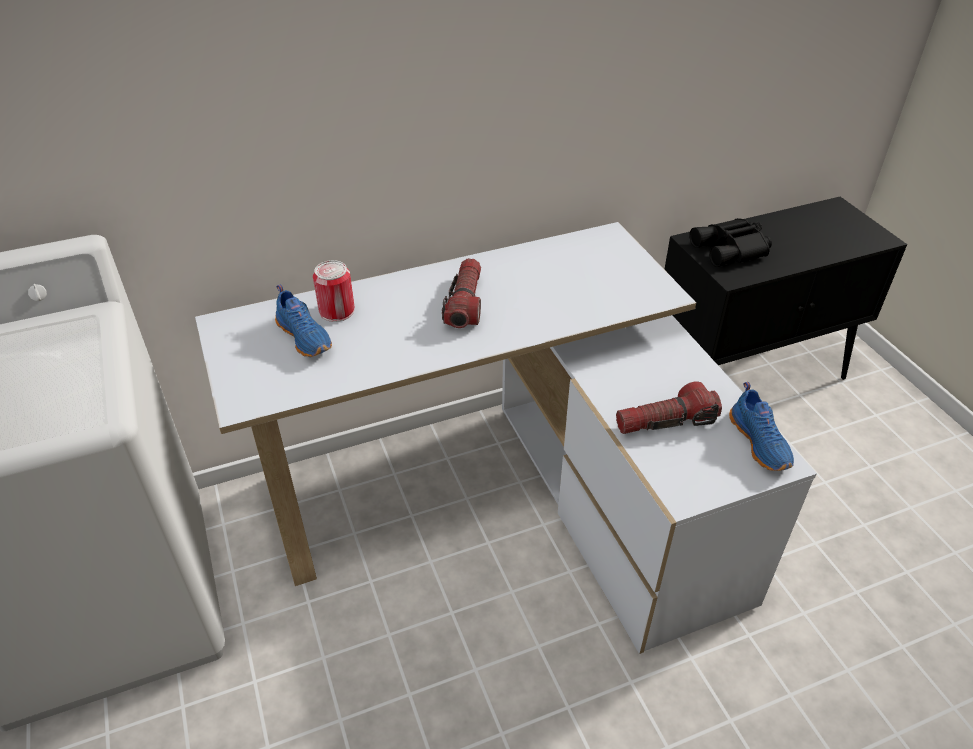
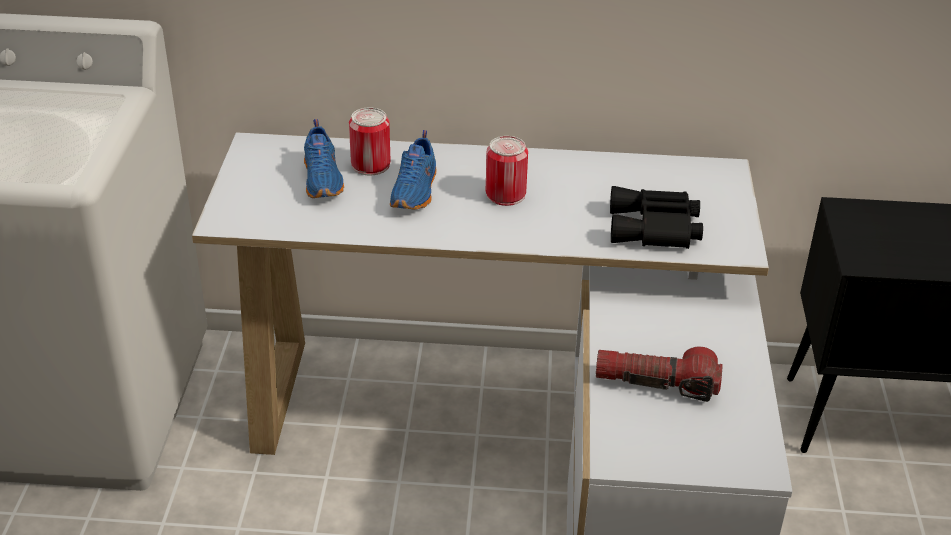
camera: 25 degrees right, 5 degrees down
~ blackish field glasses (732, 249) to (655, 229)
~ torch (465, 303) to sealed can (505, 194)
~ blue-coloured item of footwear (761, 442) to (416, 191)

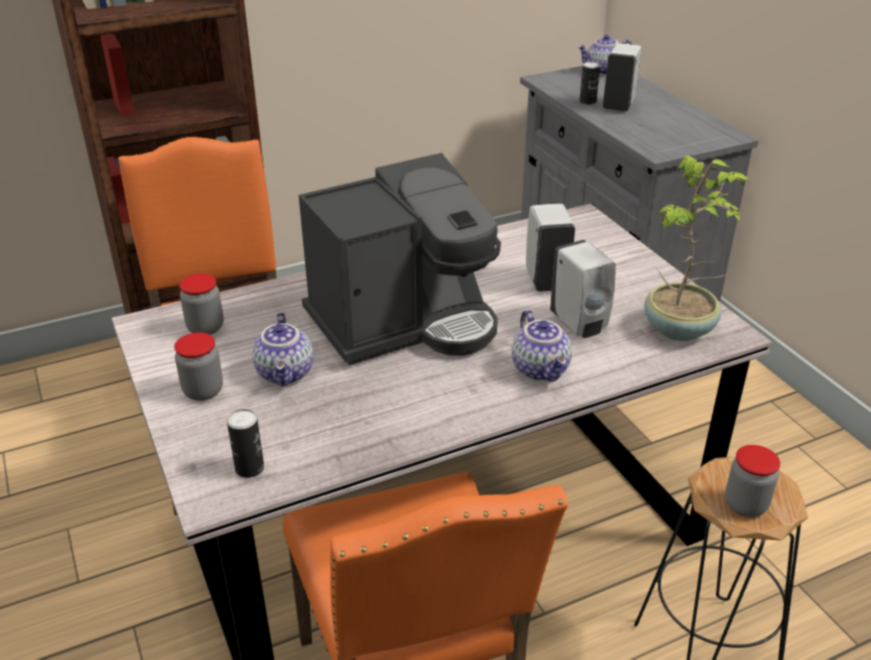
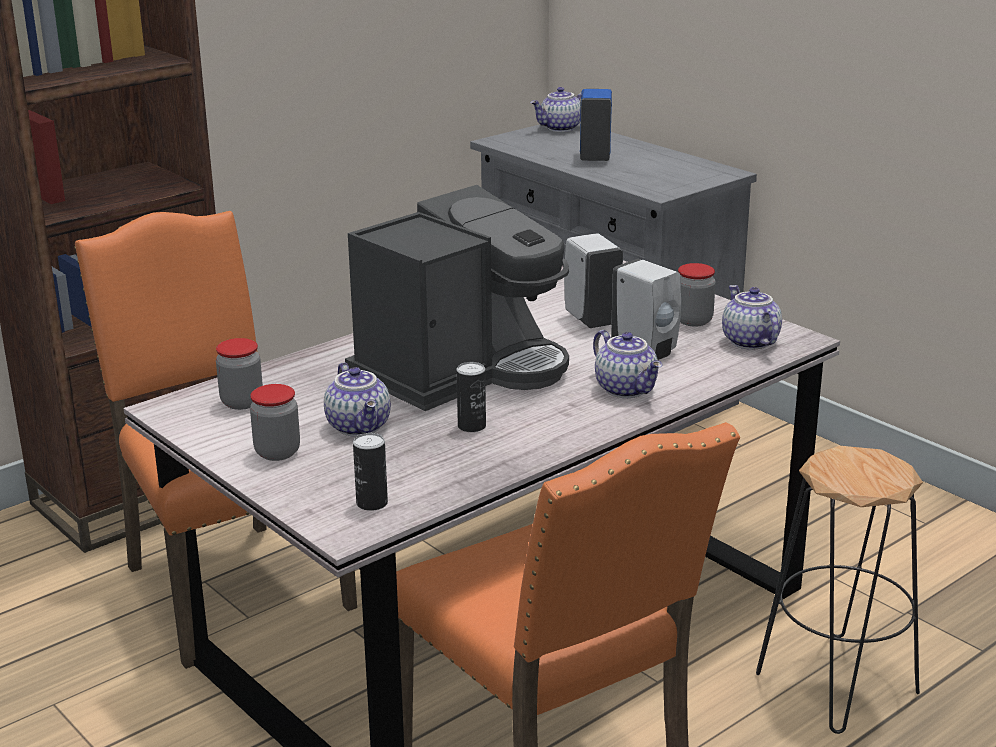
camera: 15 degrees left, 10 degrees down
~ white-coloured soap bottle (618, 105) to blue-coloured soap bottle (595, 157)
~ sealed can (587, 102) to (471, 426)
~ plant in a pot (680, 329) to teapot (748, 342)
~ jar (745, 505) to (693, 321)

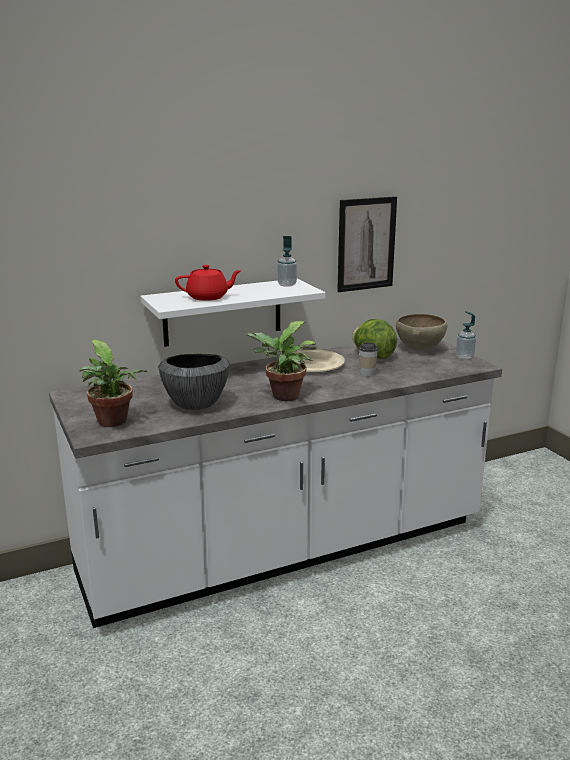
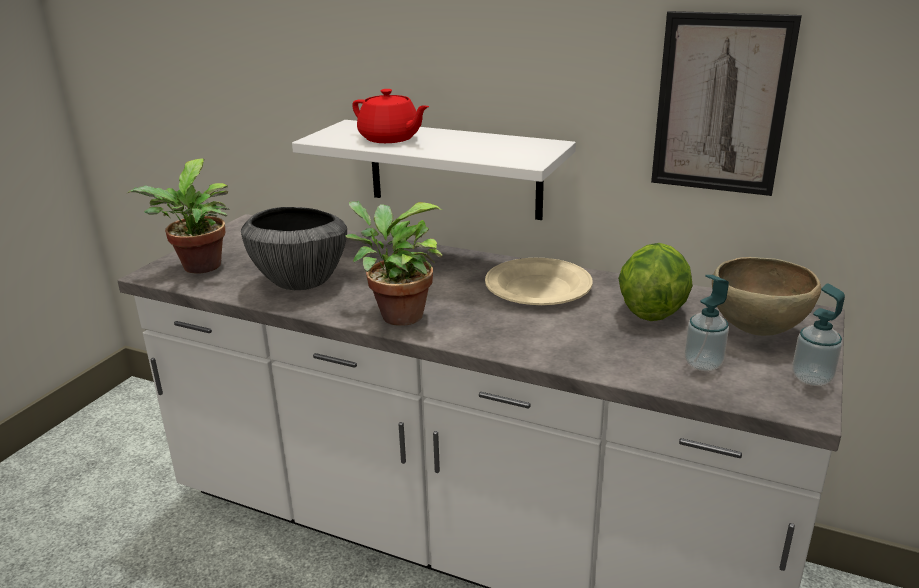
camera: 50 degrees right, 5 degrees up
~ soap bottle (287, 284) to (703, 364)
- cup (367, 374)

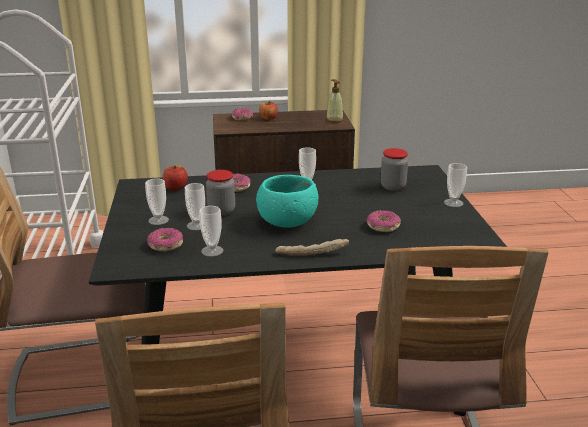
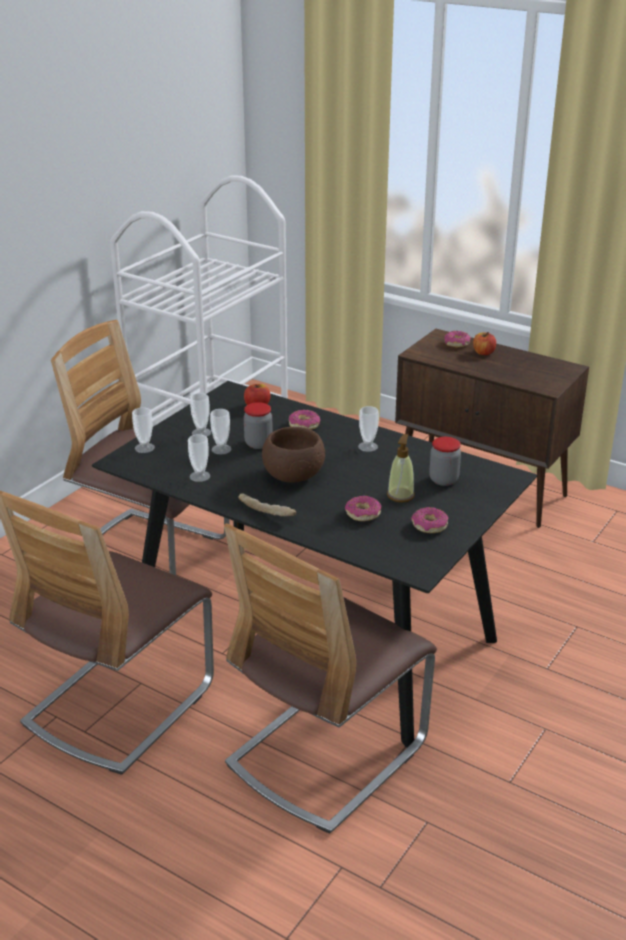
camera: 40 degrees right, 5 degrees up
~ soap bottle (334, 120) to (400, 495)
~ cup (453, 203) to (144, 448)
~ turquoise-coloured bowl (287, 221) to brownish bowl (293, 475)
~ ring doughnut (165, 245) to (429, 526)

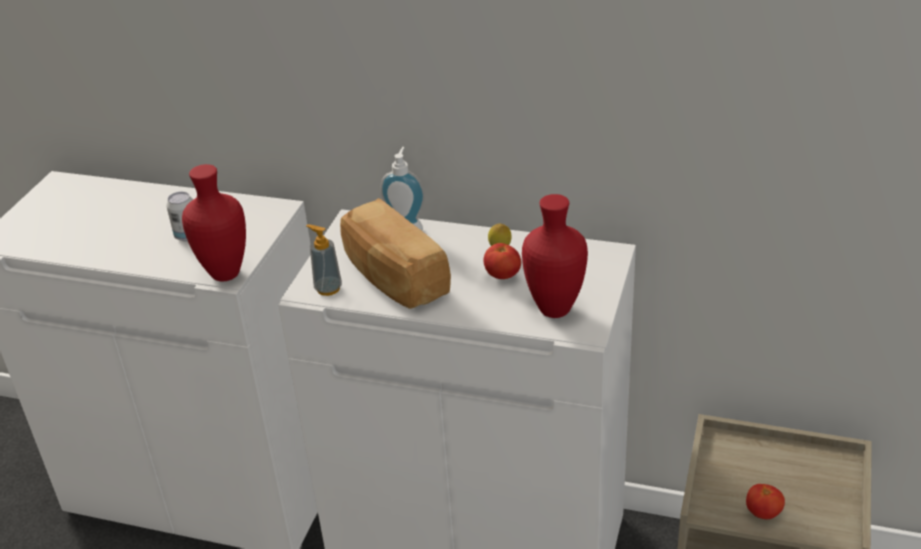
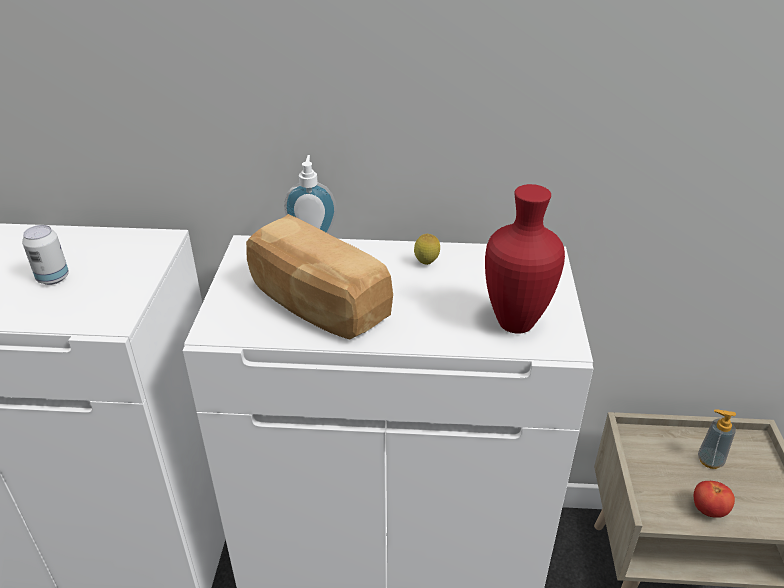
camera: 15 degrees left, 0 degrees up
- red-coloured vase (224, 273)
~ soap bottle (328, 288) to (710, 460)
- fresh tomato (502, 276)

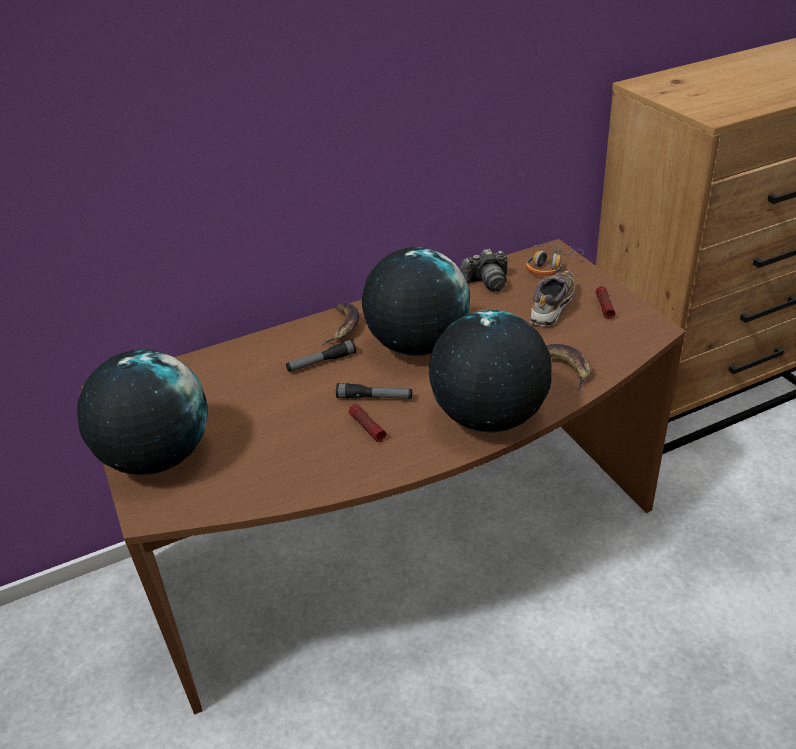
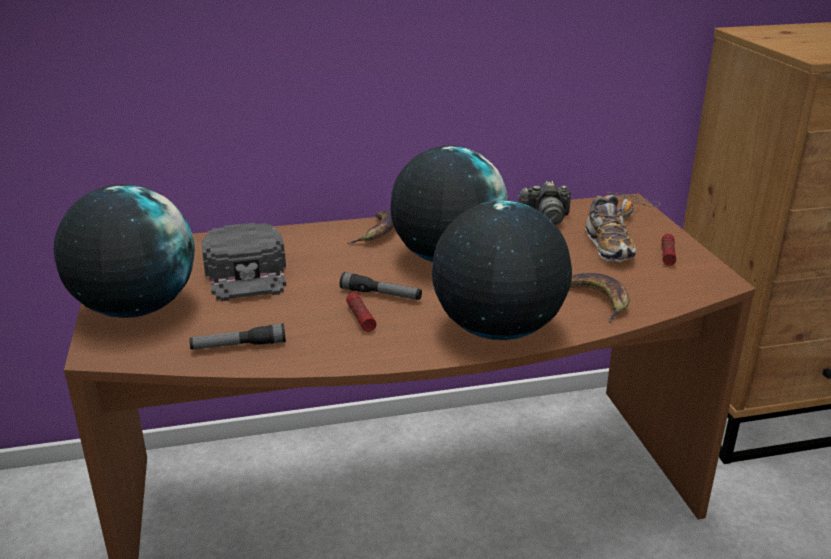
camera: 10 degrees right, 10 degrees down
~ item of footwear (552, 307) = (608, 247) 135 degrees clockwise
~ torch (321, 362) to (238, 346)
+ blackish peaked cap (247, 273)

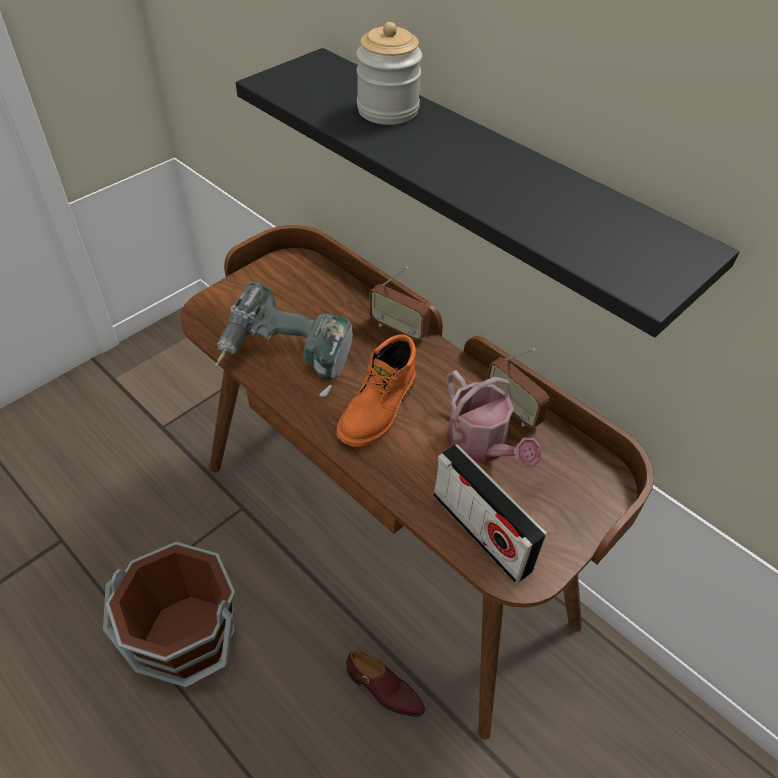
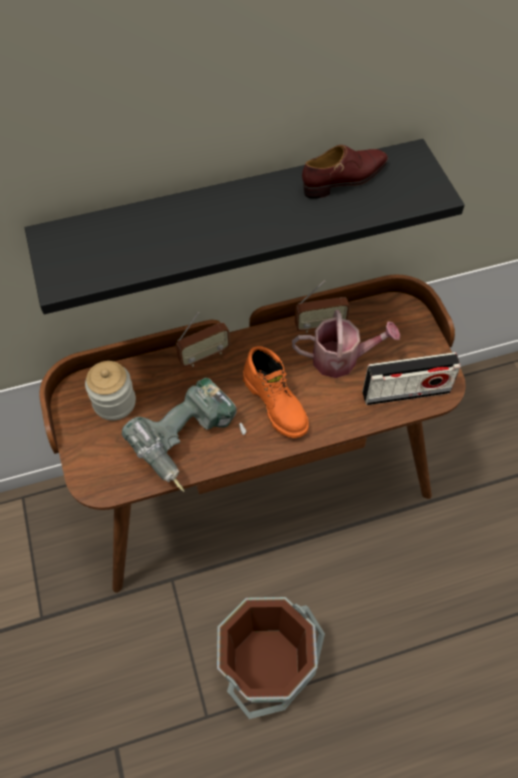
camera: 60 degrees left, 10 degrees up
~ jar (387, 110) to (114, 402)
~ brownish item of footwear (384, 690) to (345, 179)

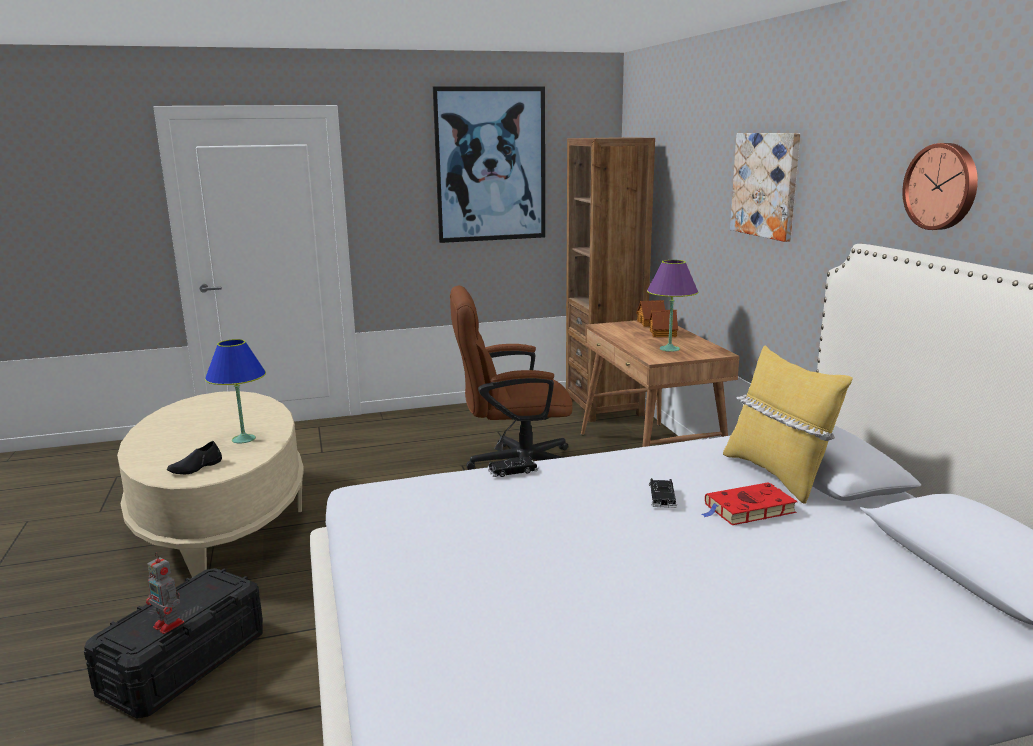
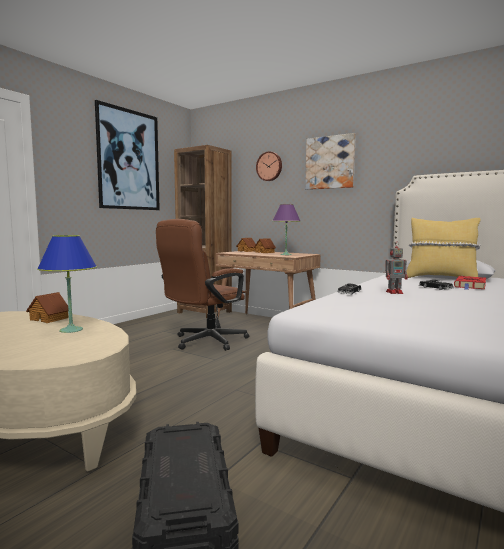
camera: 40 degrees left, 10 degrees down
~ hanging clock (942, 186) to (269, 166)
- blackish item of footwear (195, 467)
~ robot figure (169, 625) to (395, 292)
+ toy house (49, 319)

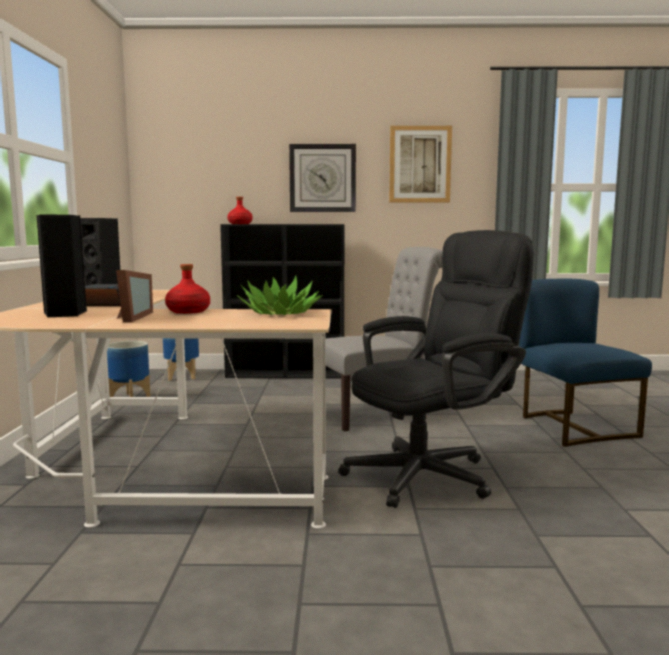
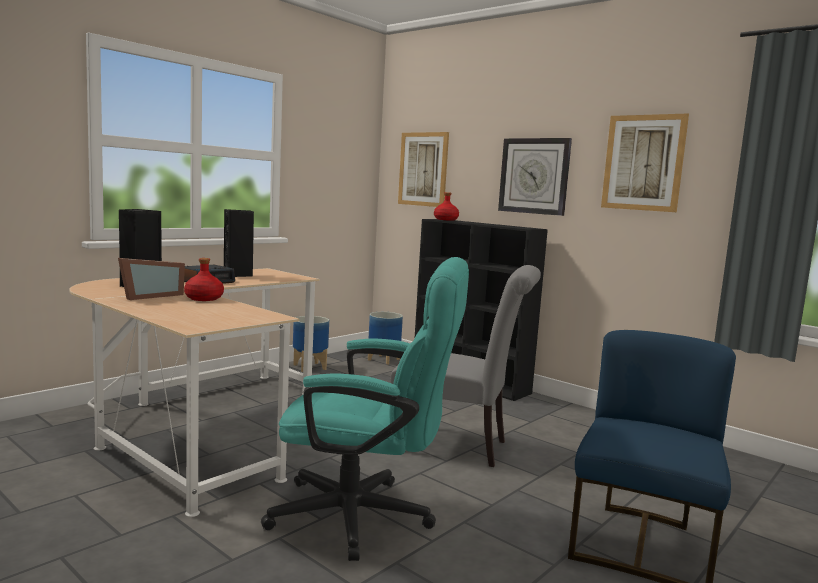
camera: 40 degrees right, 0 degrees up
~ blackish office chair (432, 473) to turquoise-coloured office chair (366, 518)
- plant in a pot (280, 313)
+ wall picture (423, 169)

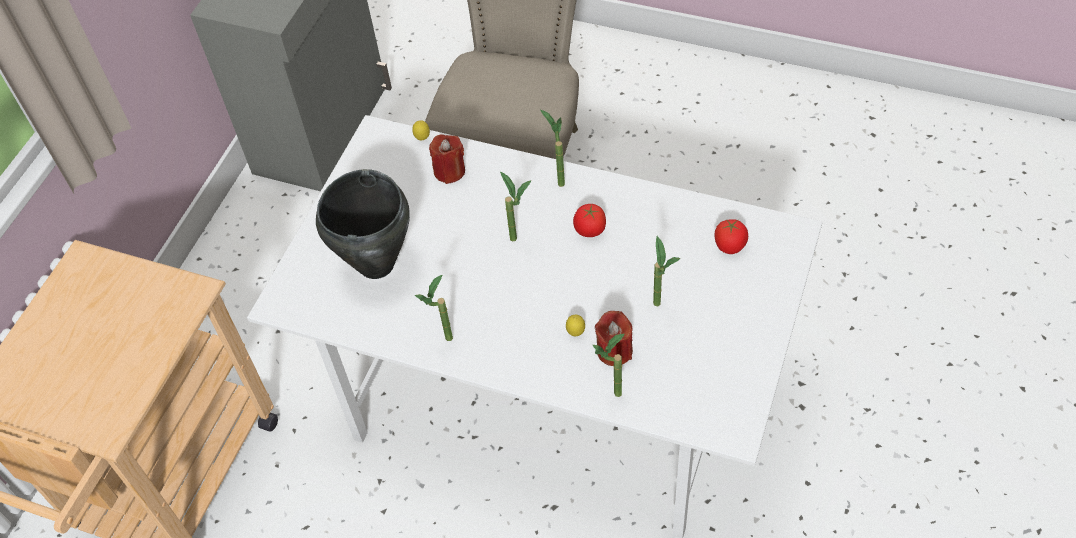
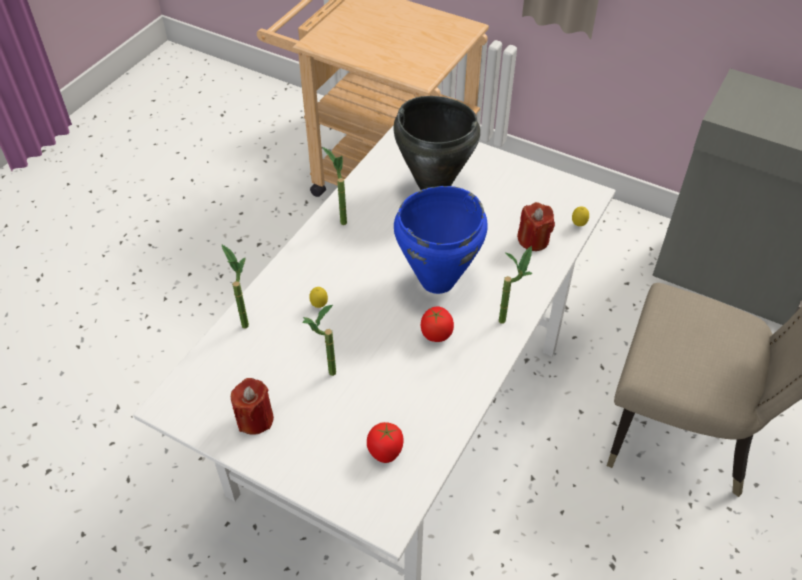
camera: 95 degrees right, 5 degrees down
~ plant in a pot (520, 240) to blue-coloured cooking pot (436, 280)
~ red-coloured candle (614, 351) to (255, 419)

